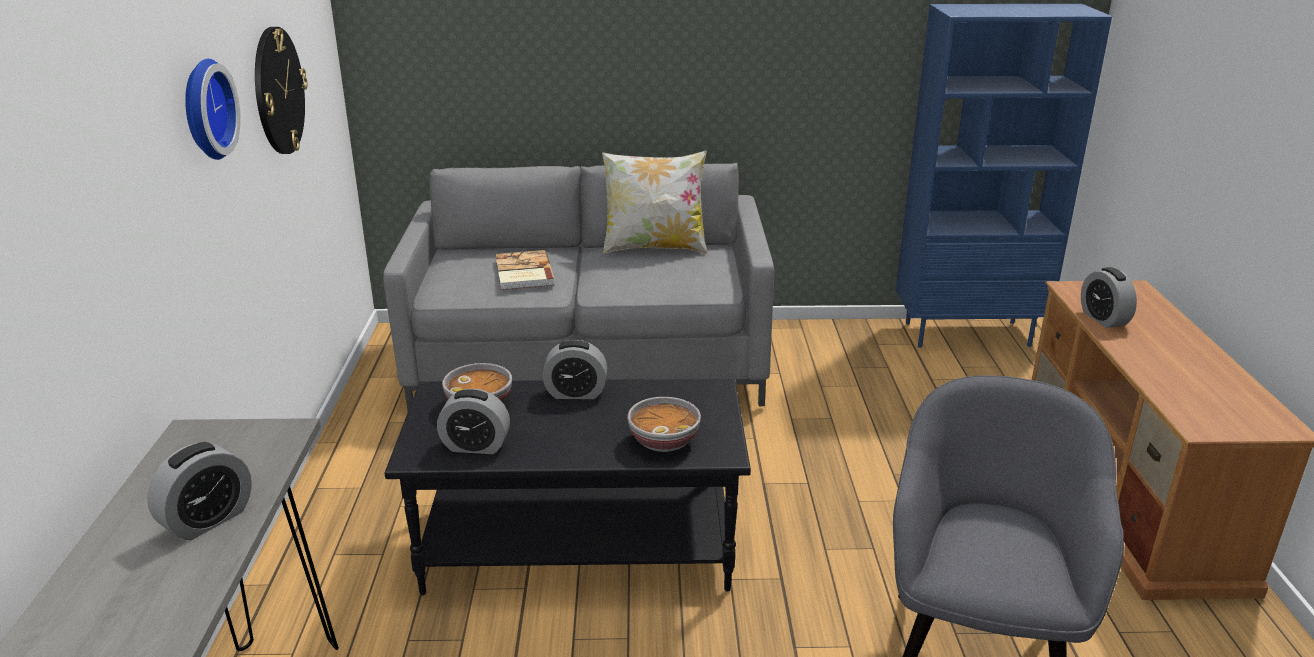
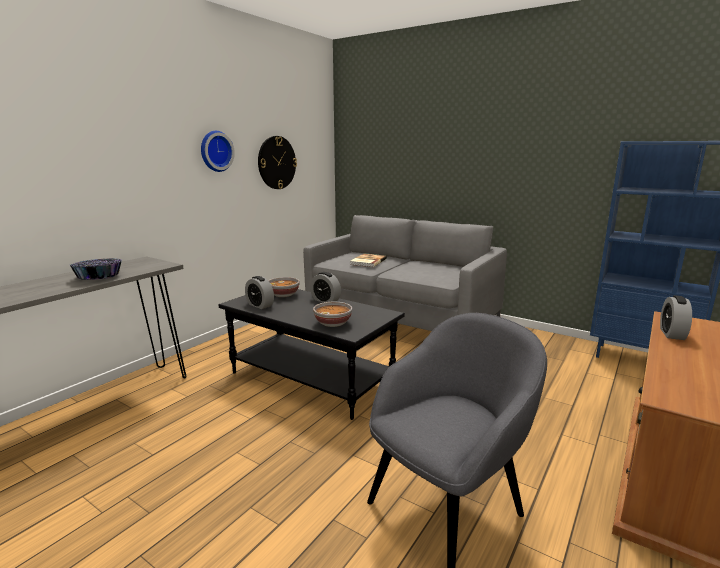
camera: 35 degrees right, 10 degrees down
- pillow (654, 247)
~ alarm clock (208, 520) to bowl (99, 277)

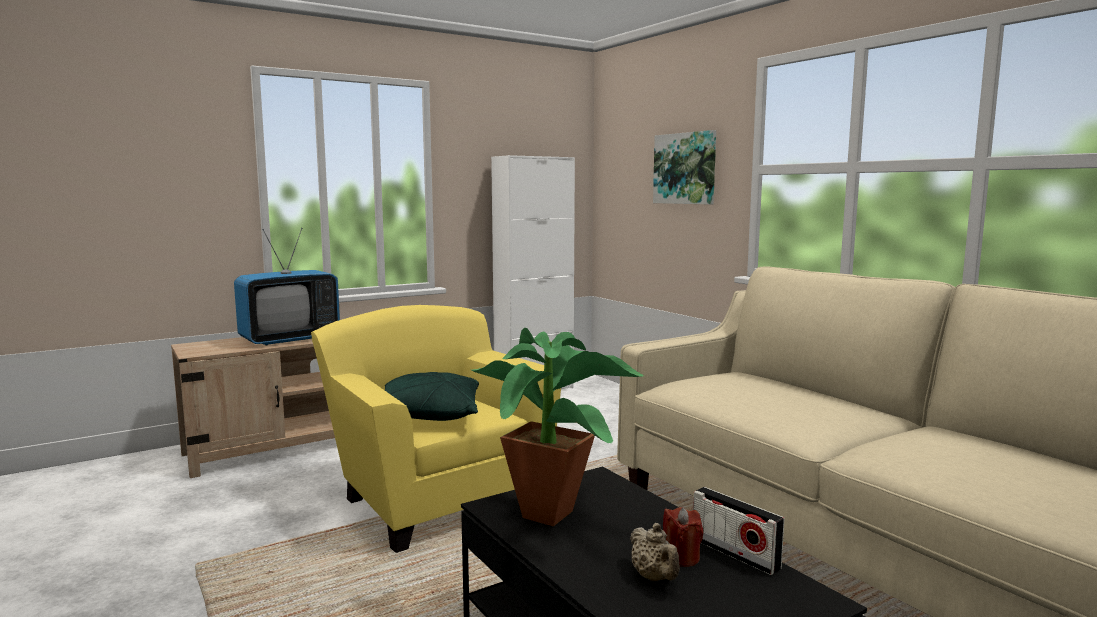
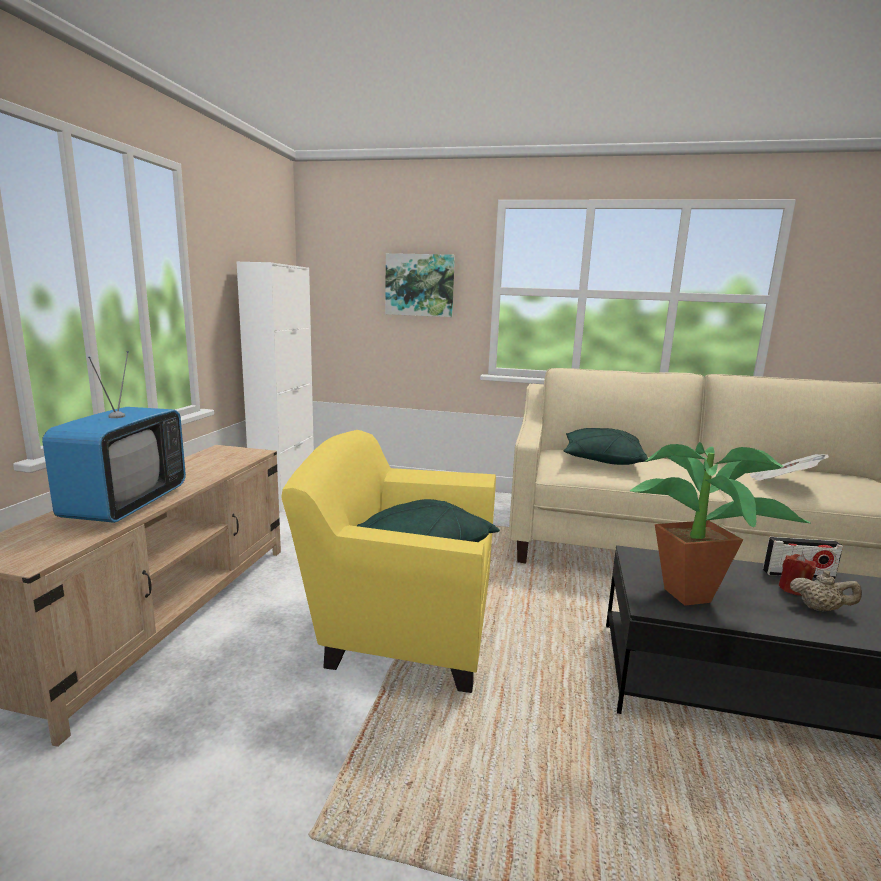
camera: 45 degrees left, 5 degrees up
+ green-coloured pillow (601, 460)
+ printed paper (782, 483)

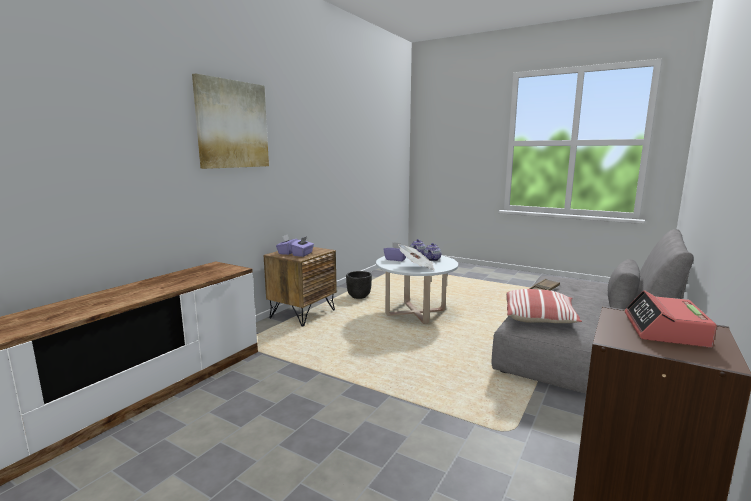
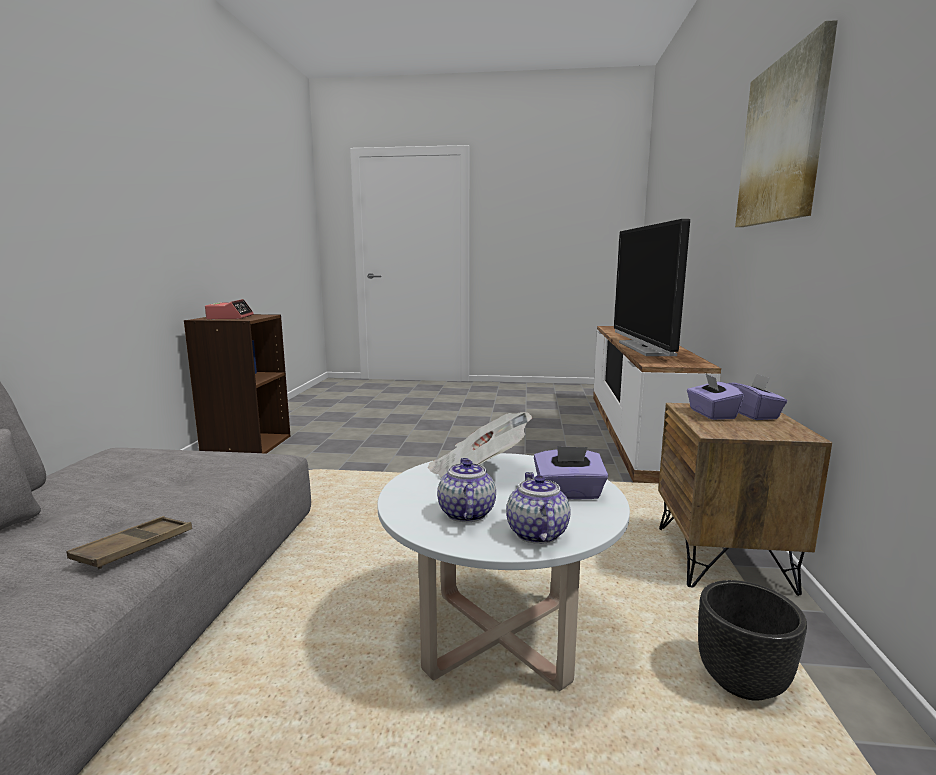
camera: 155 degrees right, 0 degrees up
- pillow (540, 318)
+ television (645, 348)

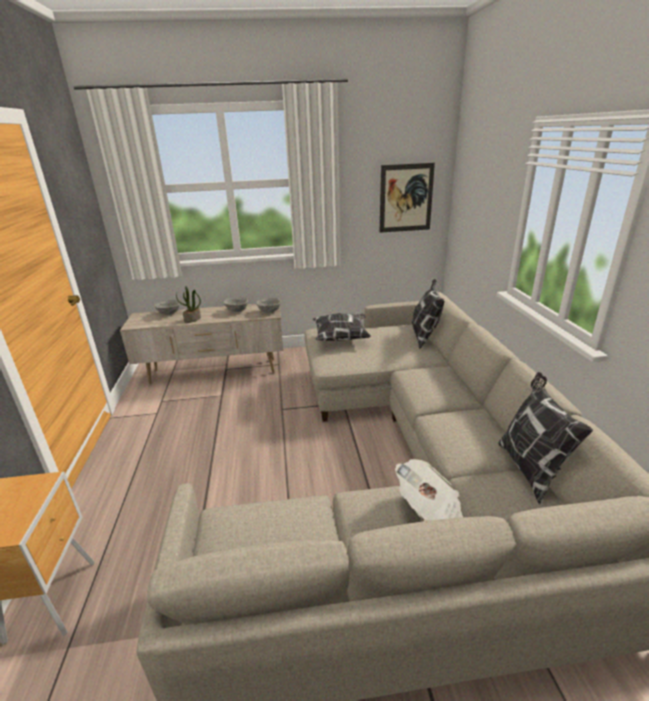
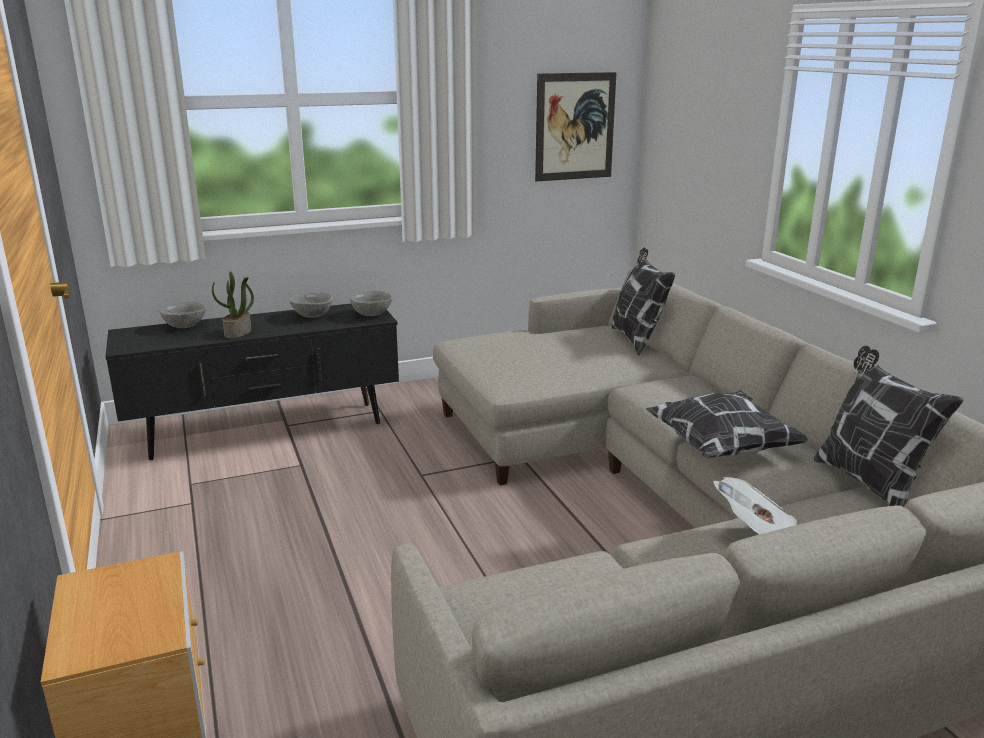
camera: 15 degrees left, 5 degrees down
~ beige media console (214, 372) to blackish media console (266, 431)
~ pillow (341, 338) to (721, 447)

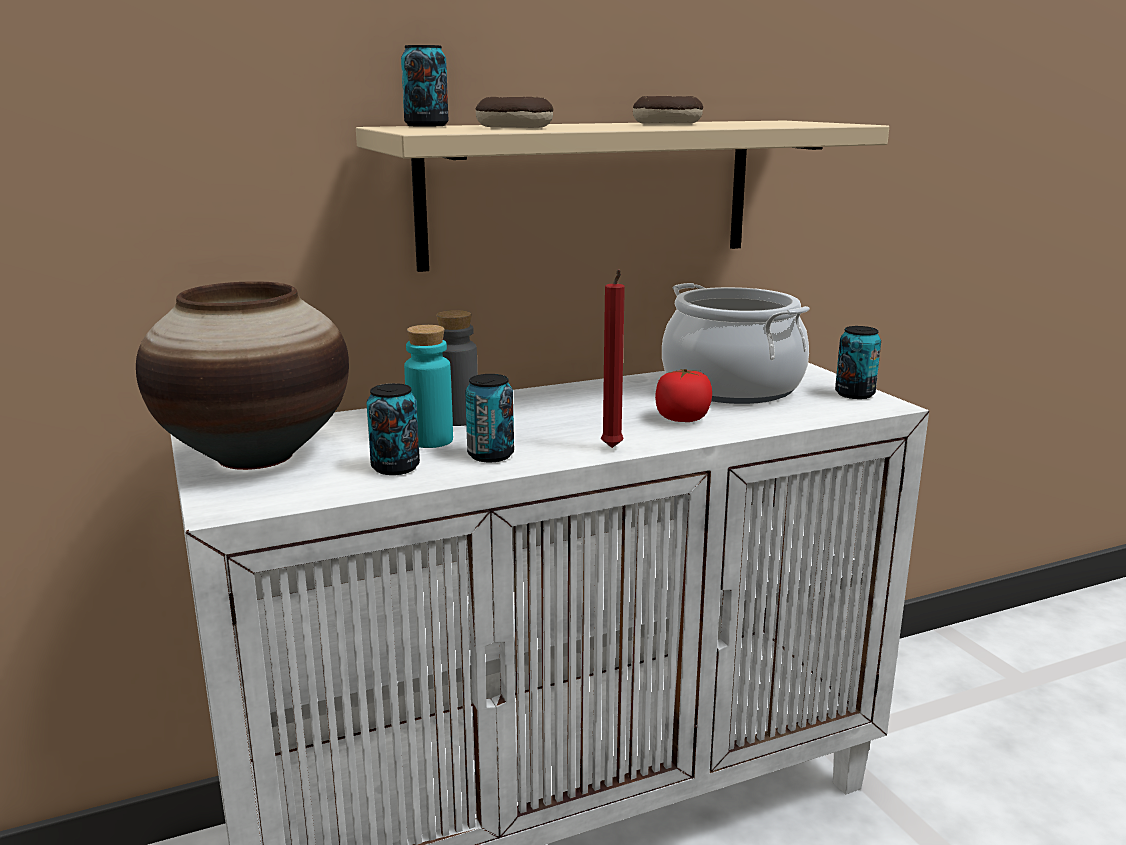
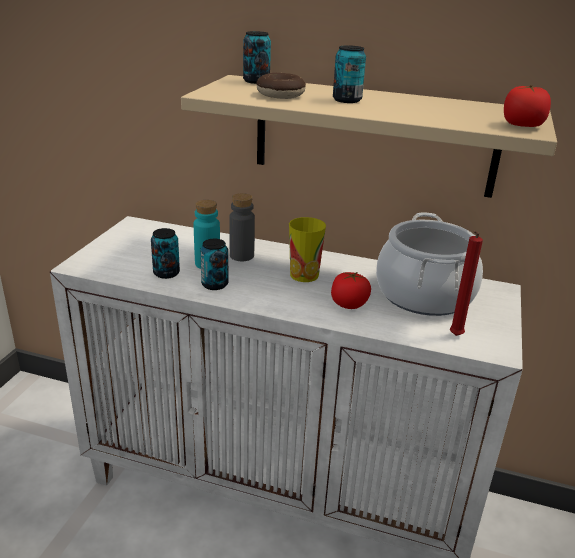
camera: 40 degrees right, 10 degrees up
- ring doughnut (667, 123)
~ red-coloured candle (612, 449) to (454, 336)
- vase (256, 456)
~ sealed can (854, 394) to (347, 100)
+ fresh tomato (522, 125)
+ cup (304, 275)

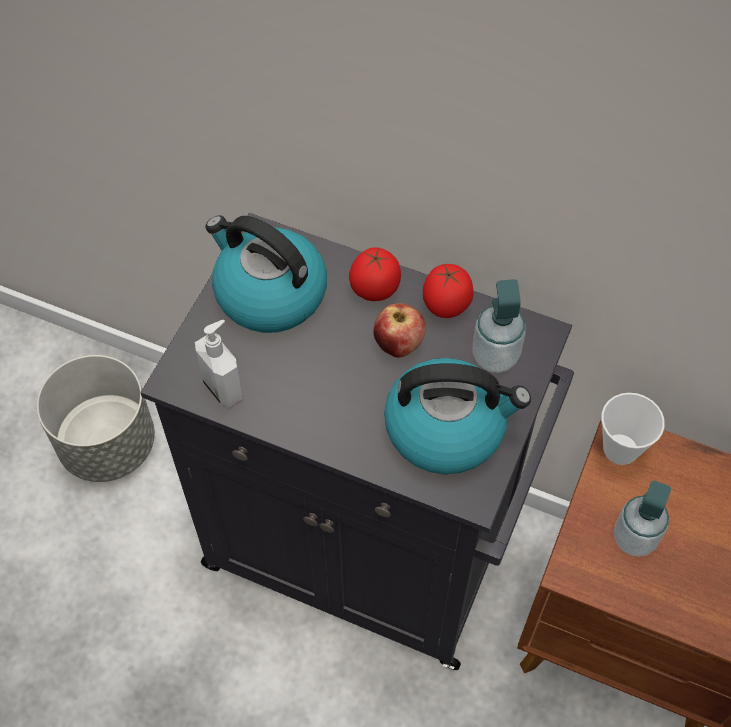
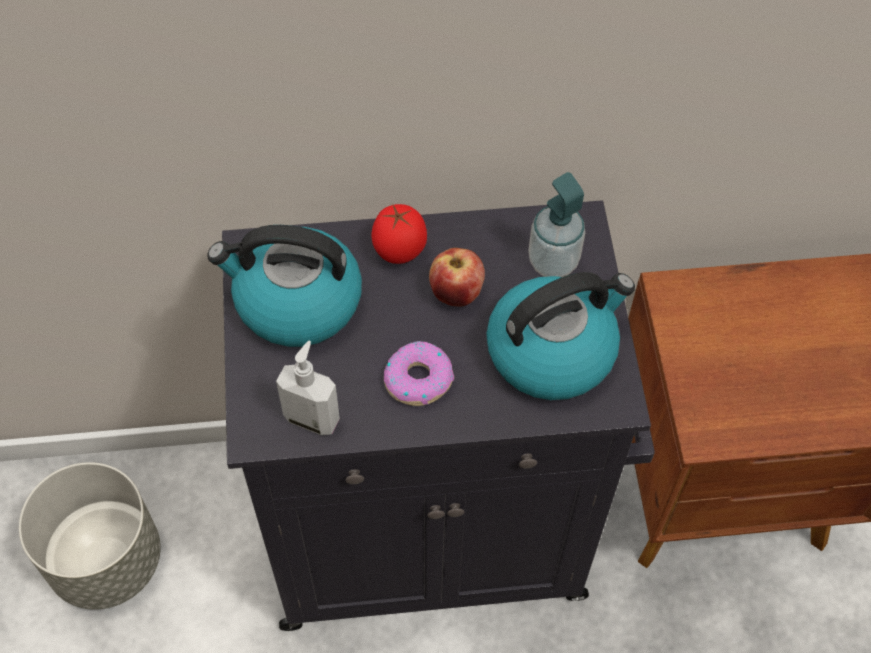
camera: 30 degrees left, 0 degrees up
- fresh tomato (445, 306)
- cup (620, 449)
- soap bottle (634, 538)
+ ring doughnut (418, 379)

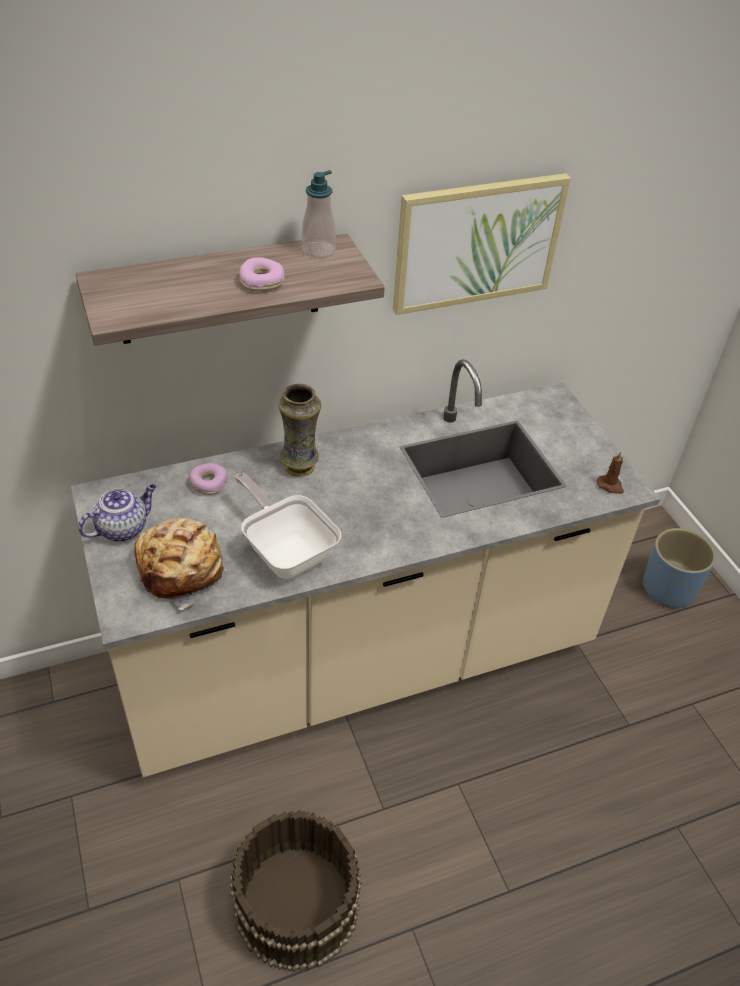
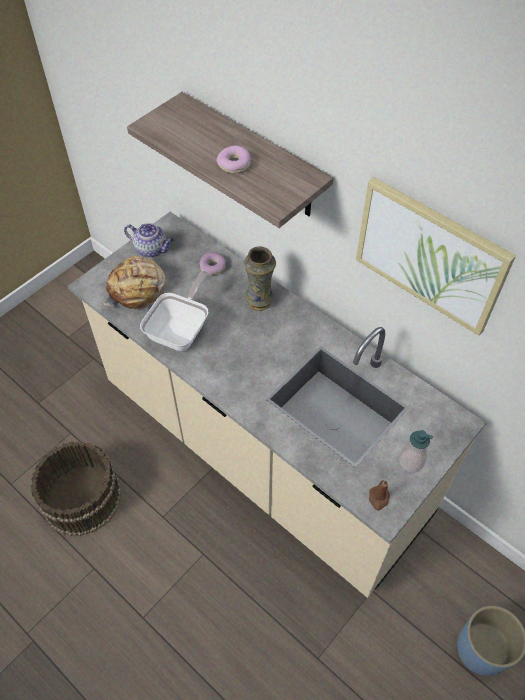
camera: 65 degrees right, 10 degrees up
~ soap bottle (318, 250) to (411, 462)

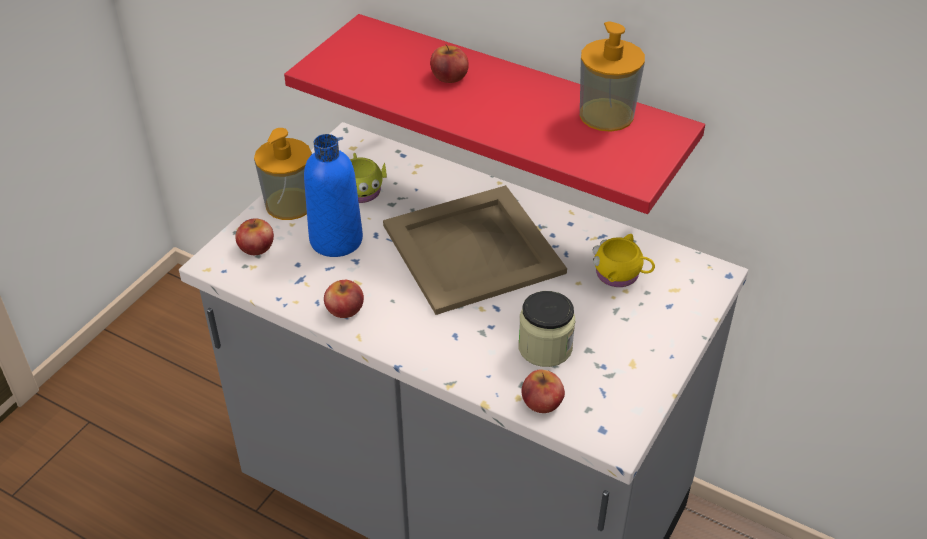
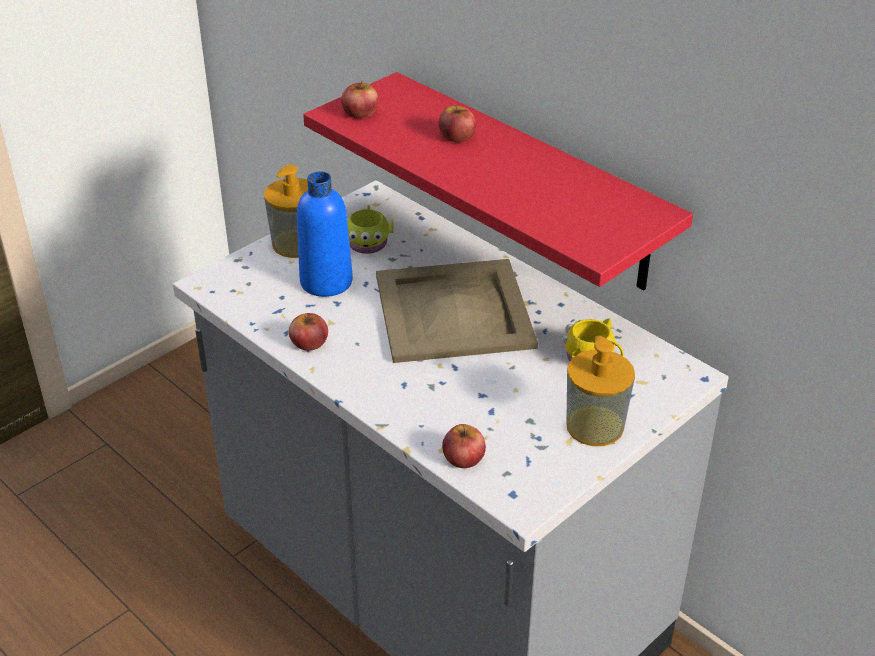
camera: 15 degrees right, 5 degrees down
~ soap bottle (606, 115) to (595, 426)
~ whole apple (256, 246) to (360, 112)
- jar (545, 347)

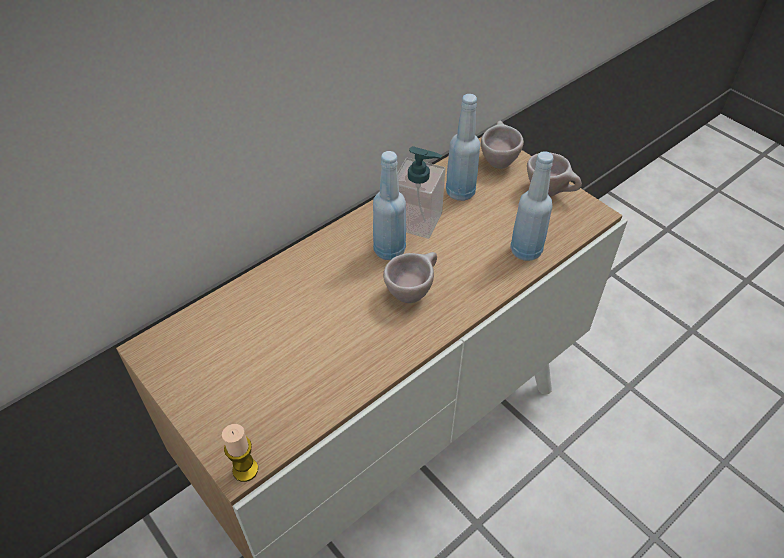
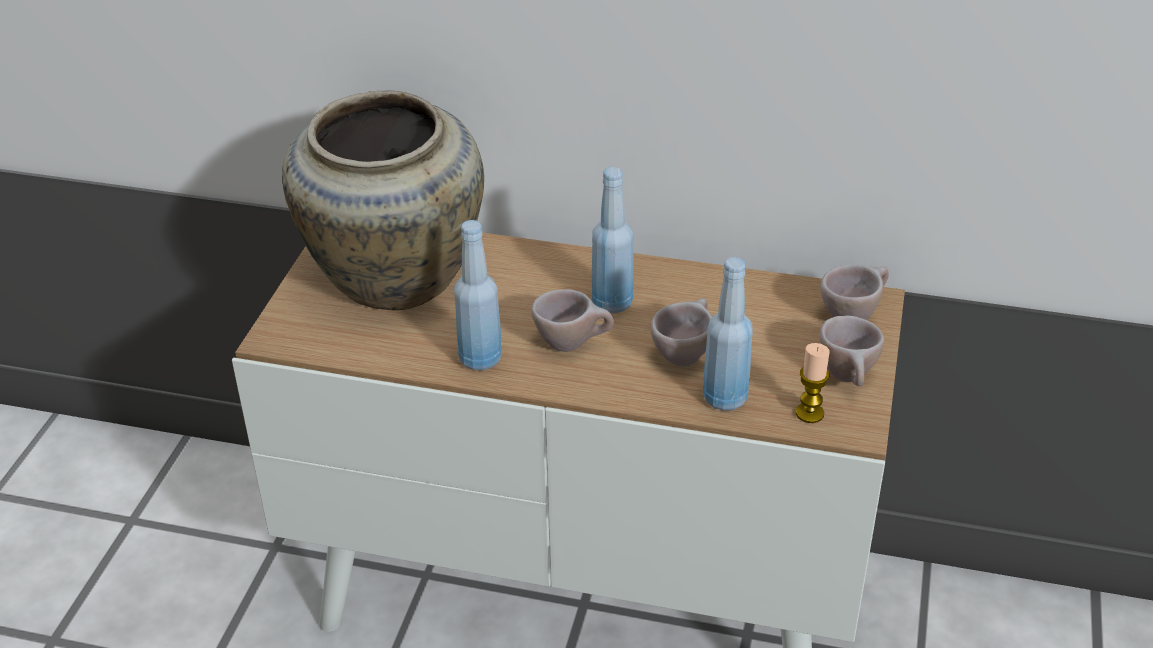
camera: 55 degrees right, 10 degrees down
~ blue-coloured beverage bottle (460, 192) to (480, 359)
- soap bottle (417, 220)
~ candle (245, 470) to (809, 413)
+ beige vase (393, 281)
+ beige cup (684, 353)

